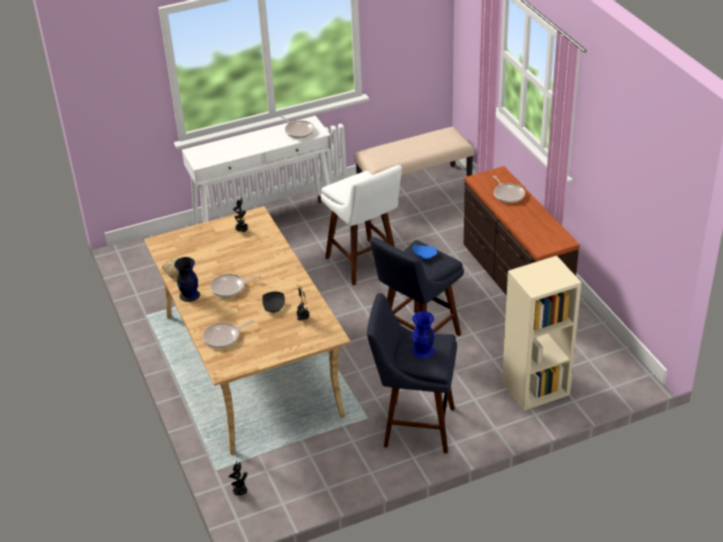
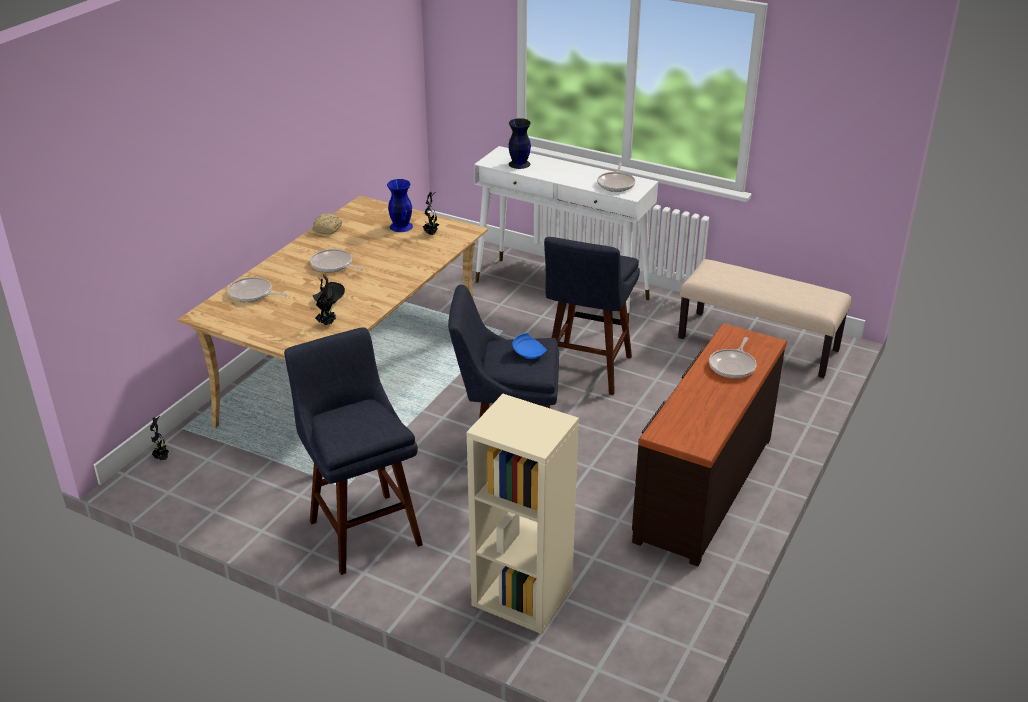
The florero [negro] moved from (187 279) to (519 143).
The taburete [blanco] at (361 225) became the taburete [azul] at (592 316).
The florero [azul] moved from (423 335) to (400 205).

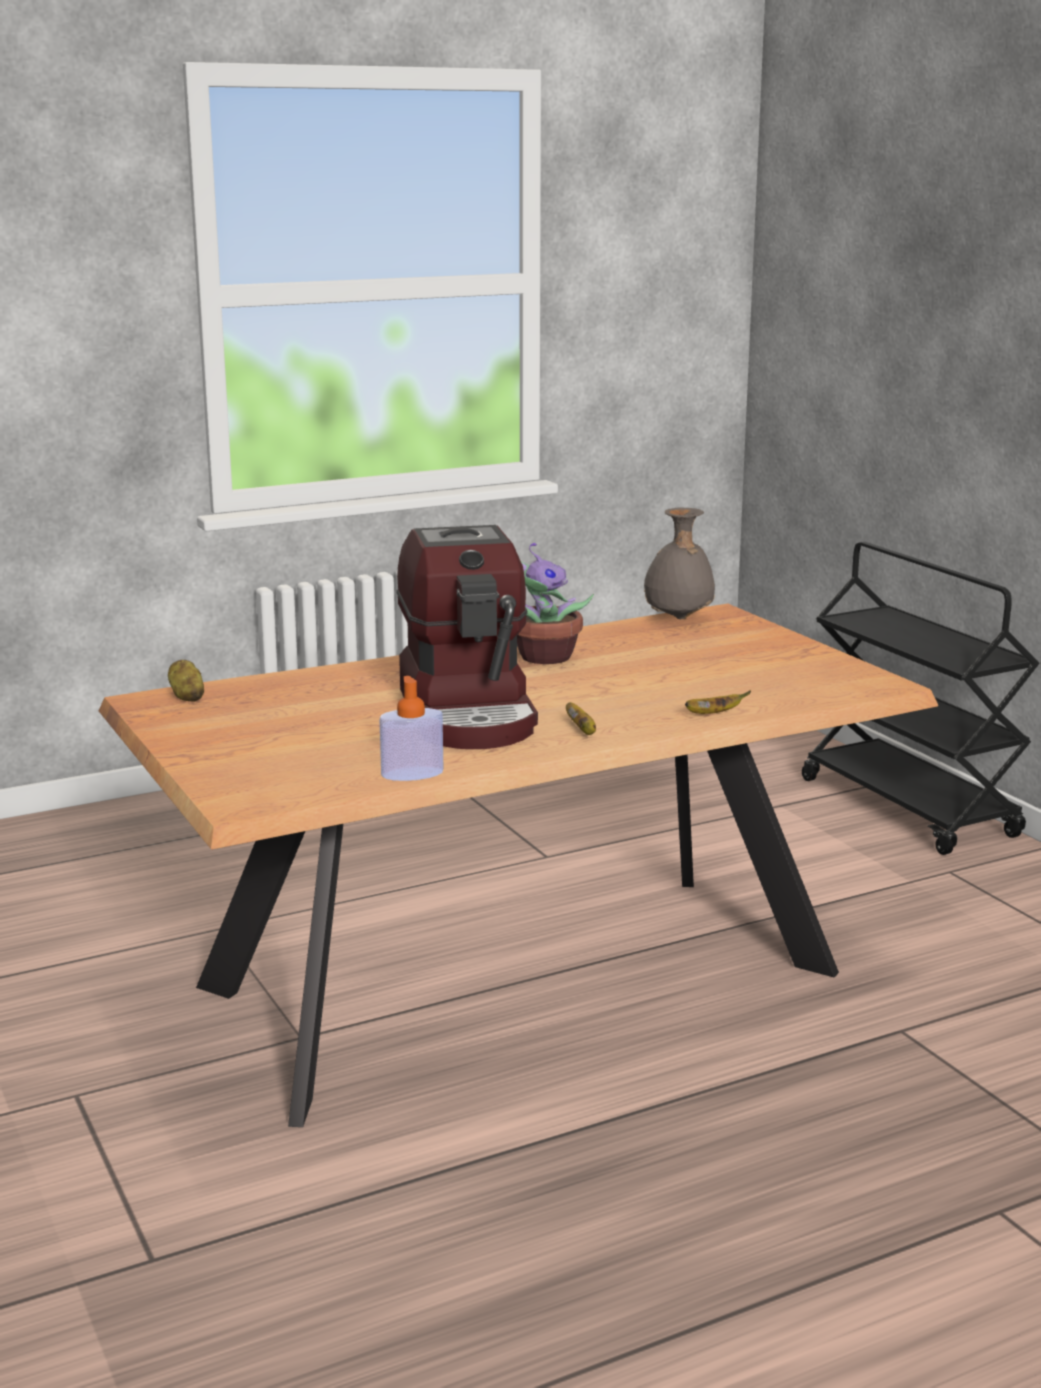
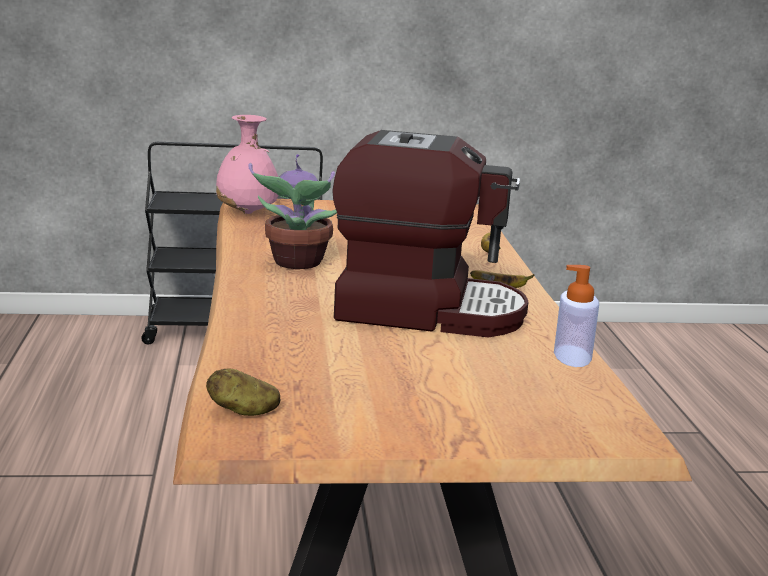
The florero [gris] at (679 563) became the florero [rosa] at (247 164).

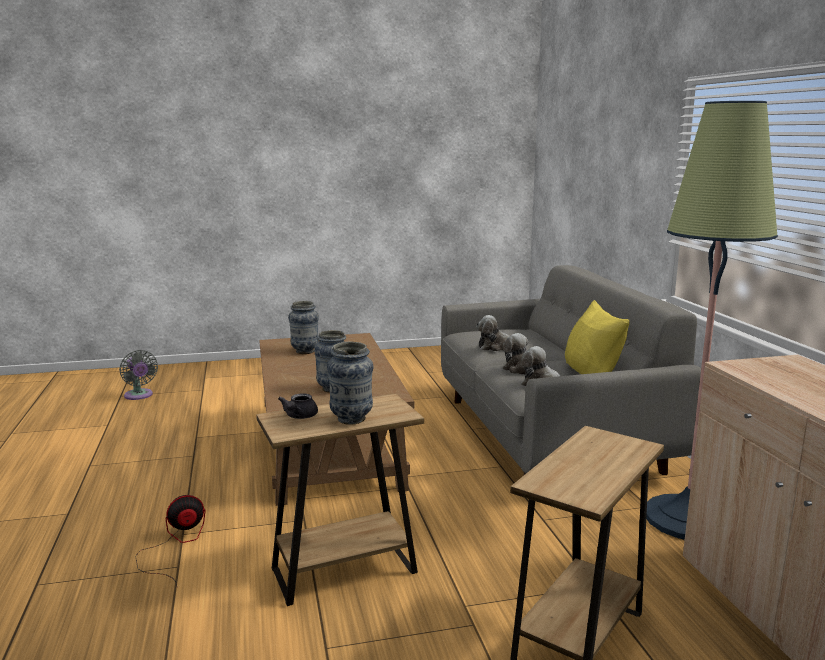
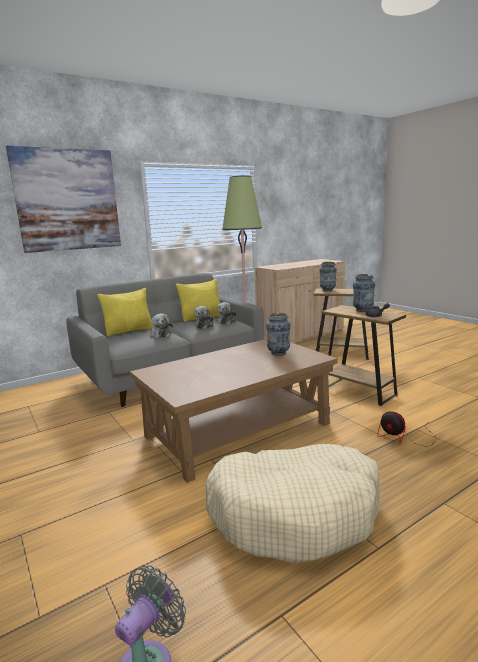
The florero moved from (303 327) to (328 277).
The cuadro at (63 199) appeared.
The cojín [amarillo] at (126 312) appeared.
The cama para perro [beis] at (292 503) appeared.

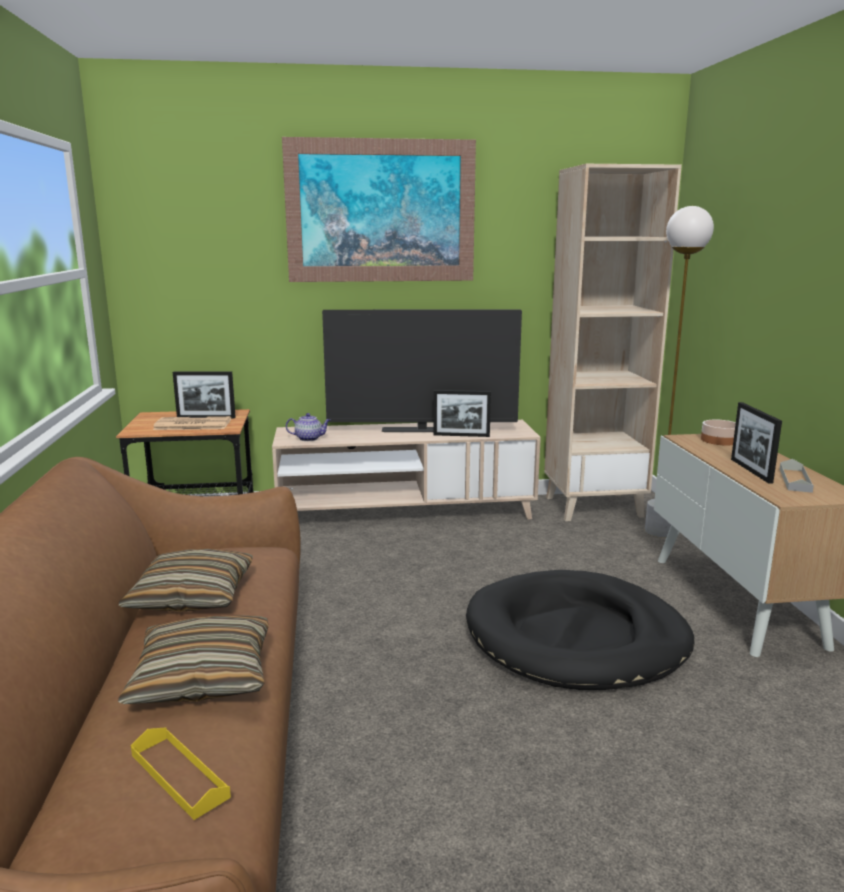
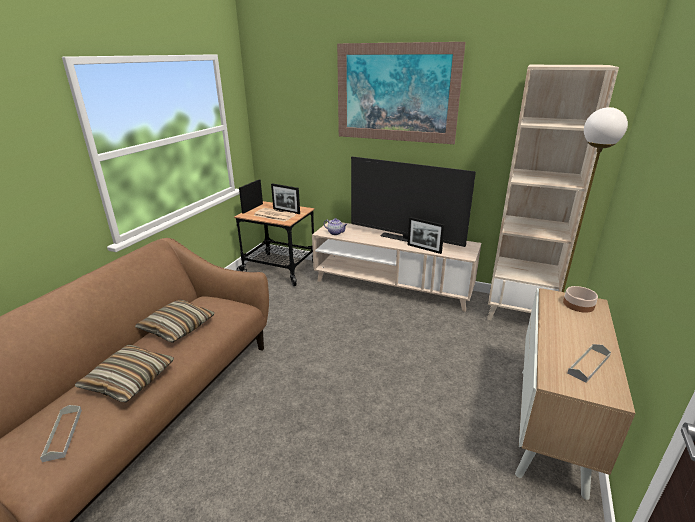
The bandeja [amarillo] at (181 773) became the bandeja [gris] at (61 433).
The cama para perro [negro] at (580 630) disappeared.
The portarretratos moved from (756 443) to (251 196).

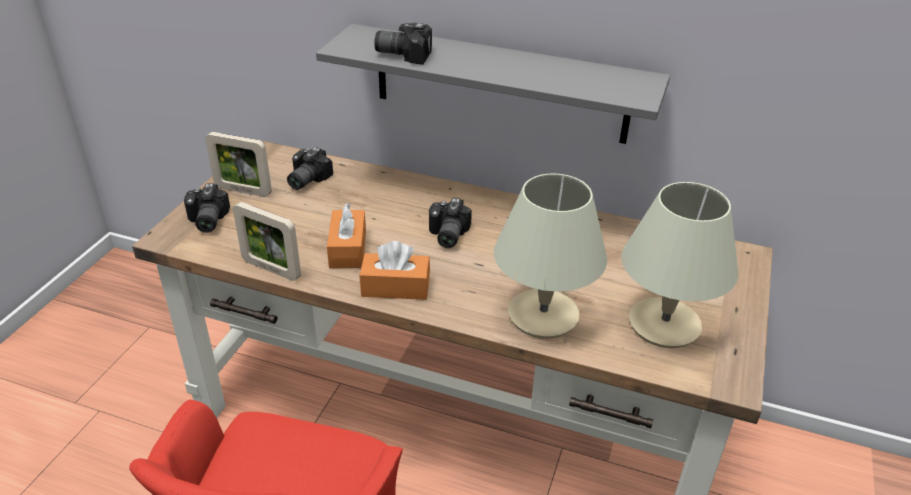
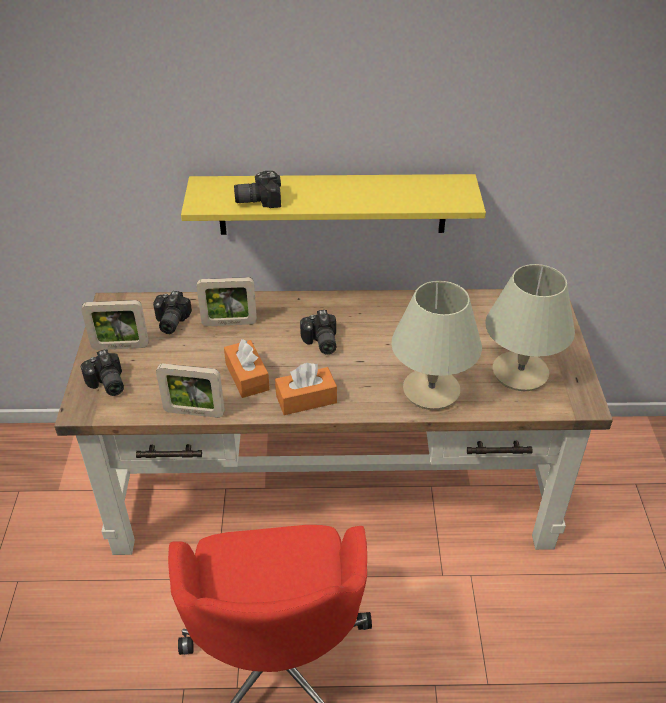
The estante [gris] at (493 84) became the estante [amarillo] at (333 204).
The portarretratos at (227 301) appeared.

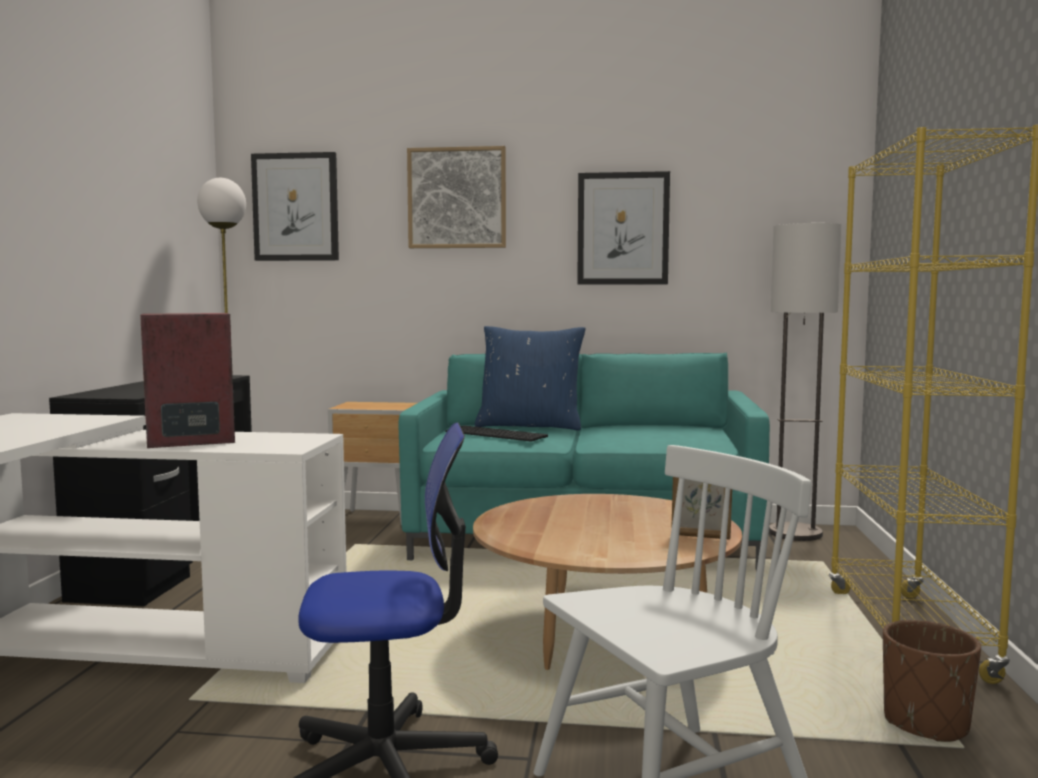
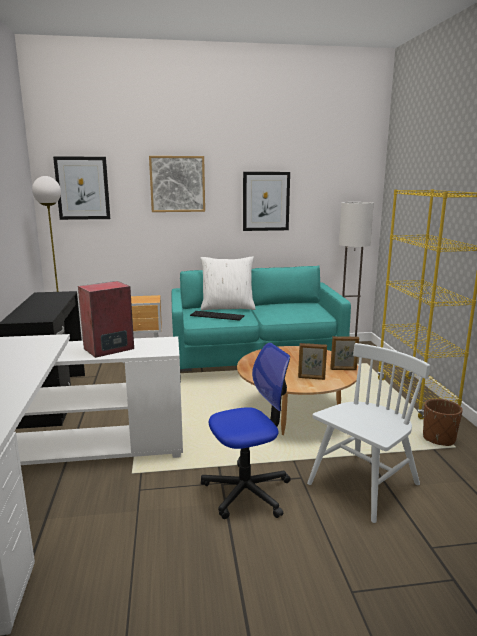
The cojín [azul] at (530 378) became the cojín [blanco] at (228 284).
The portarretratos at (312 361) appeared.

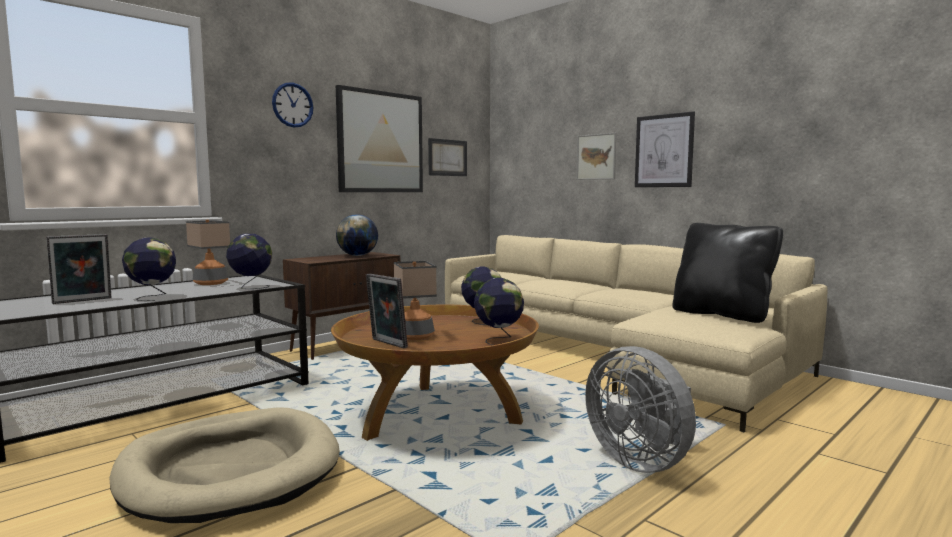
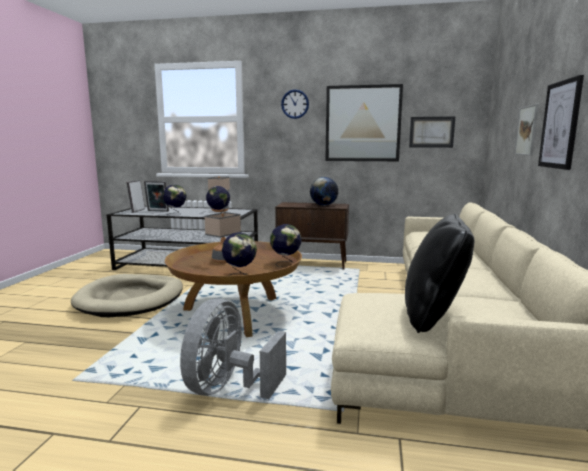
The portarretratos moved from (387 310) to (136 196).

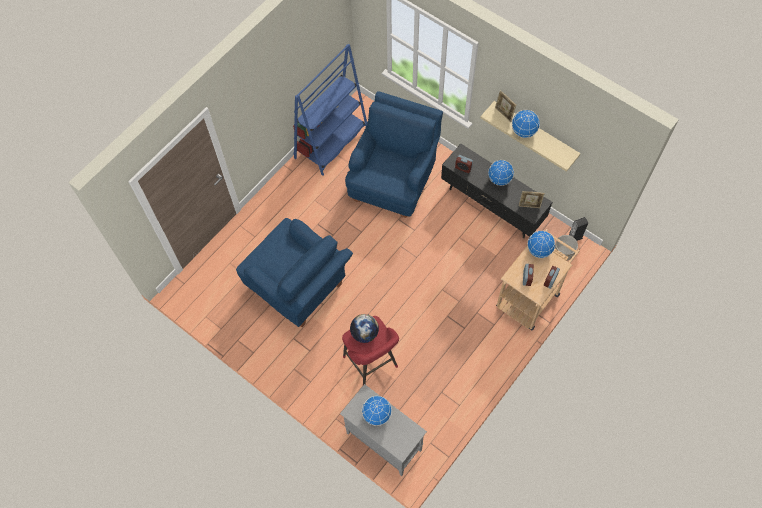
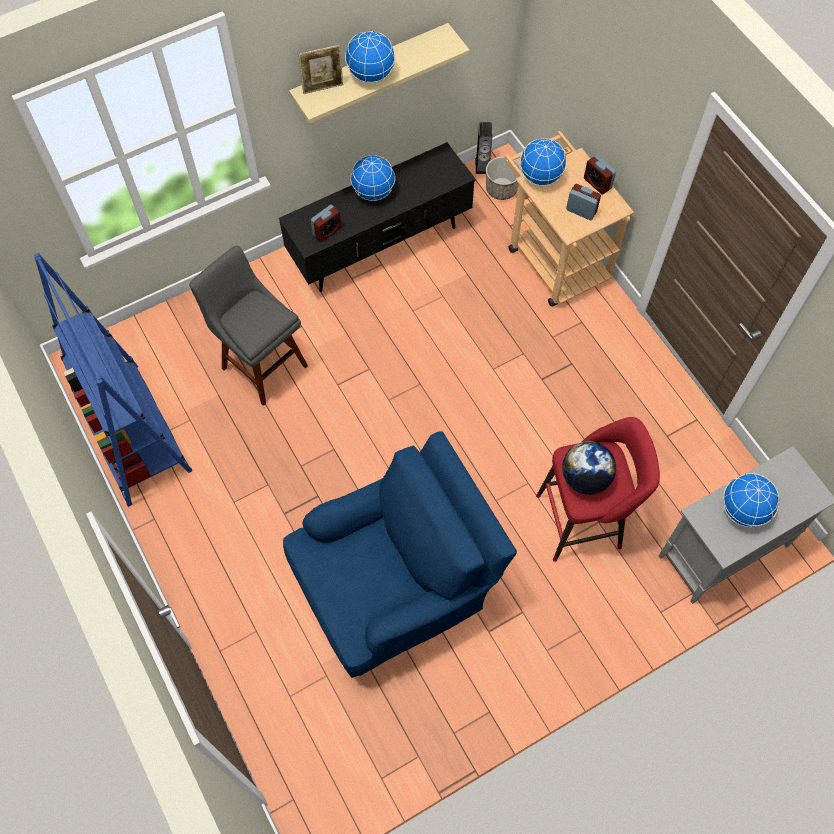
The sillón [azul] at (394 154) was replaced by the taburete [gris] at (248 325).
The portarretratos at (532 199) disappeared.

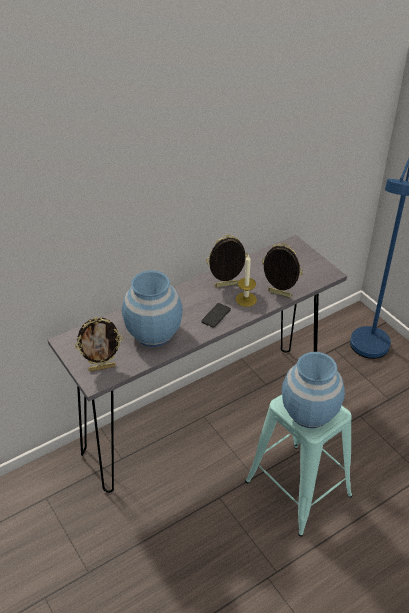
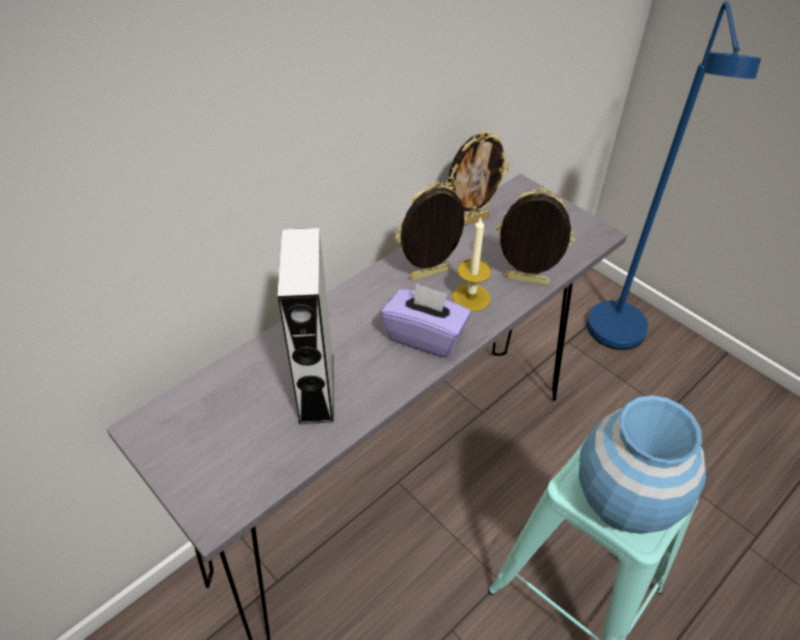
The portarretratos moved from (99 344) to (477 178).
The florero [azul] at (152 308) was replaced by the altavoz [gris] at (305 326).
The móvil at (216 315) was replaced by the caja de pañuelos [morado] at (426 320).

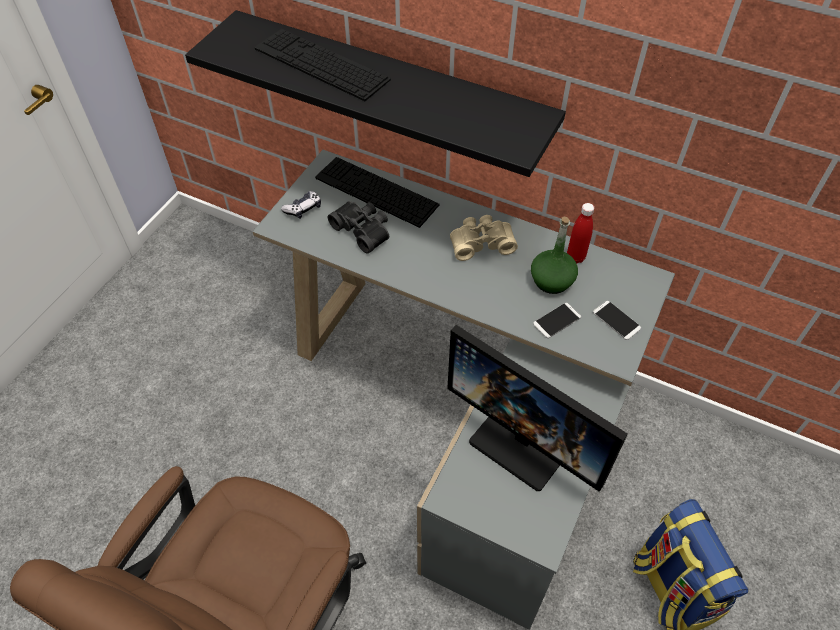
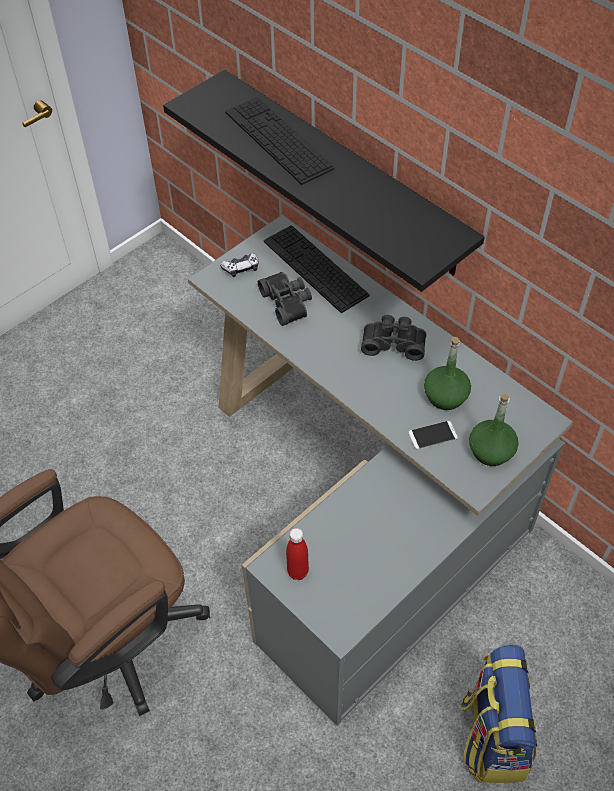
The monitor at (537 408) disappeared.
The prismáticos [beis] at (484 238) became the prismáticos [negro] at (393 338).
The botella [rojo] moved from (580 233) to (297 554).
The móvil at (617 320) was replaced by the botella [verde] at (494 430).

